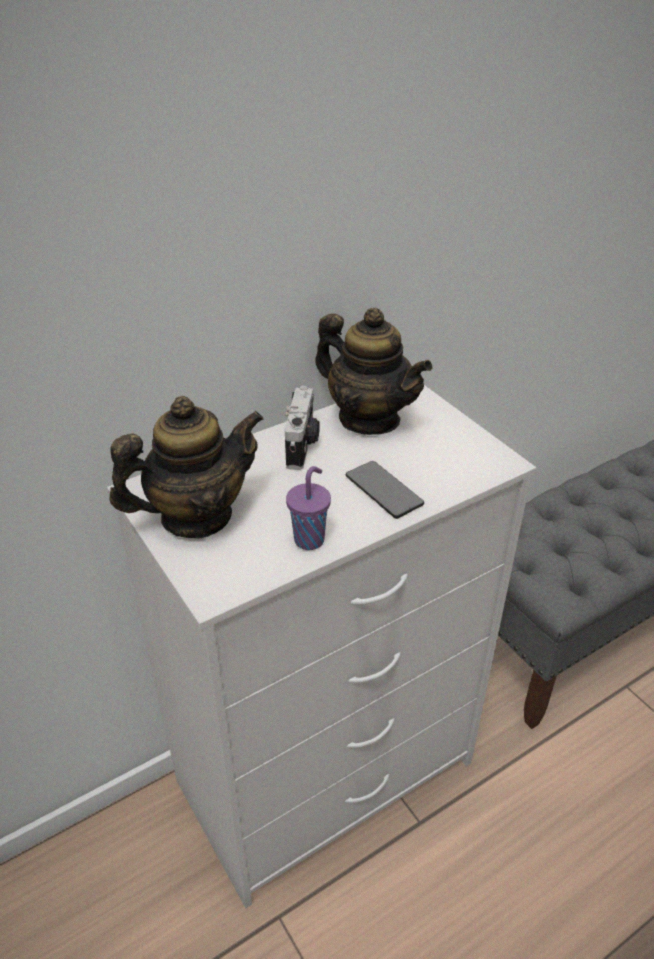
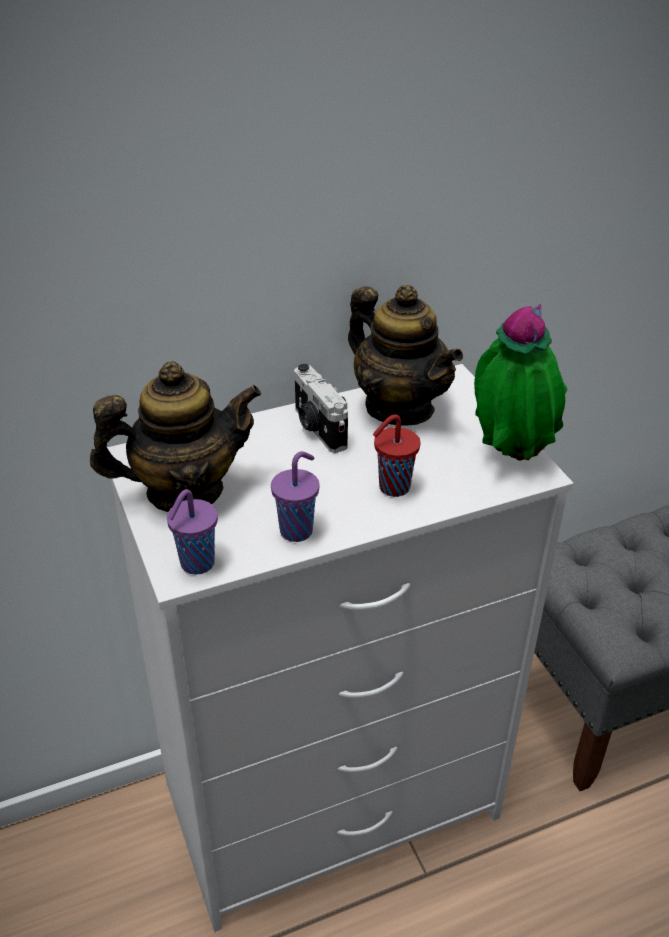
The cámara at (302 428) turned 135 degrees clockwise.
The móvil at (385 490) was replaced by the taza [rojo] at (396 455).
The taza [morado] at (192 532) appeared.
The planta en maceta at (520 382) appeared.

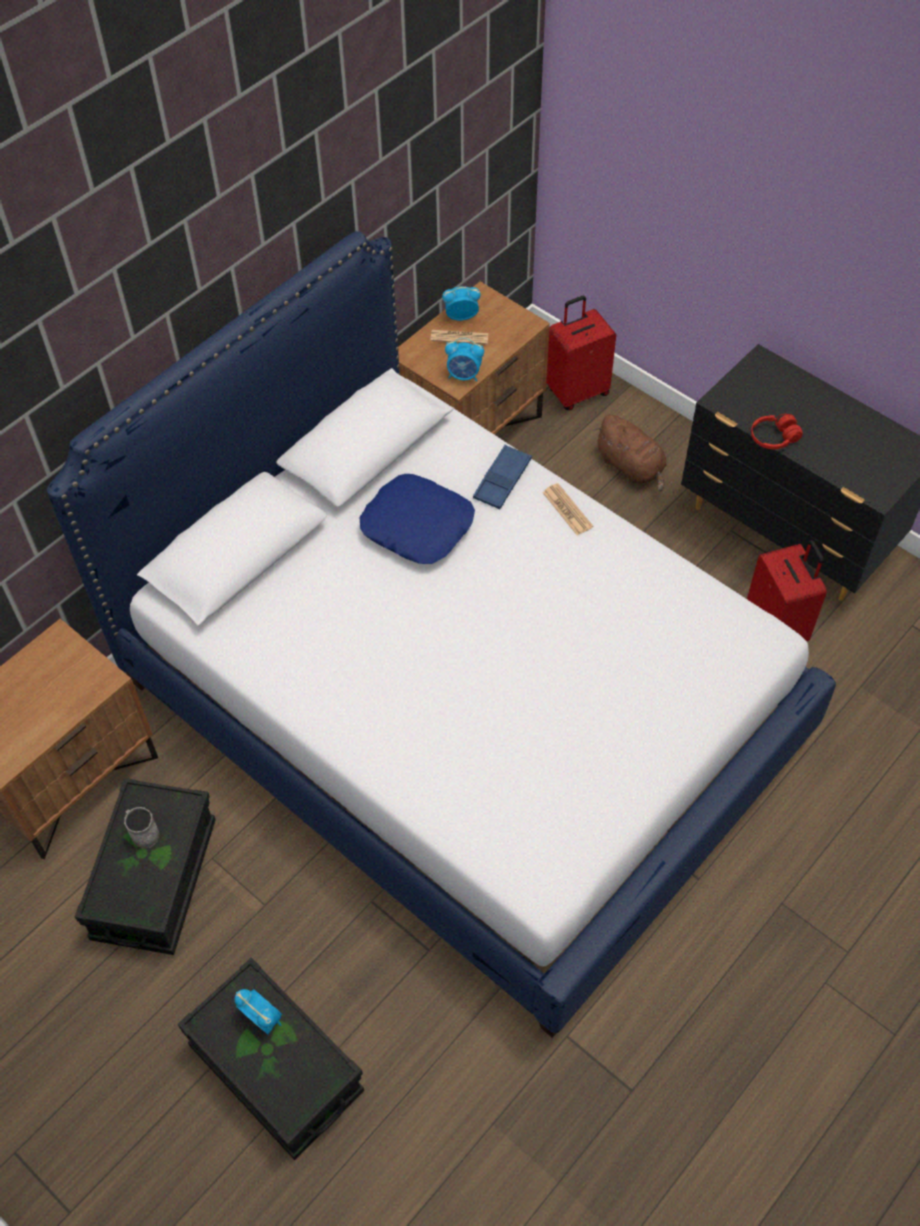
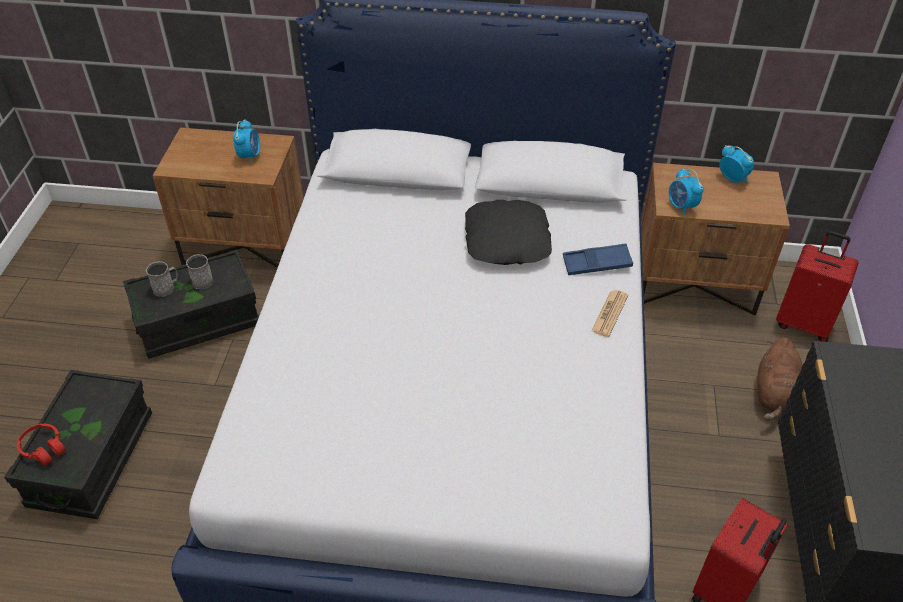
The despertador moved from (258 1011) to (246 141).
The cojín [azul] at (417 519) became the cojín [negro] at (508 232).
The periódico at (459 337) disappeared.
The auriculares [rojo] moved from (777 431) to (41 445).
The taza grande [gris] at (162 279) appeared.

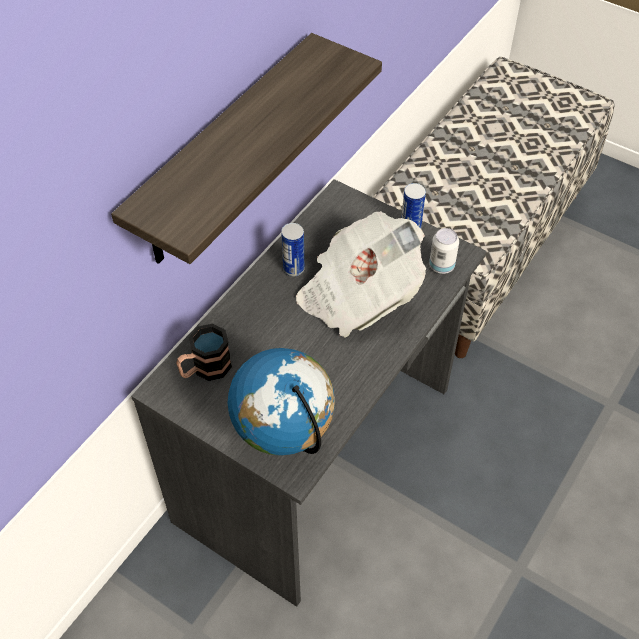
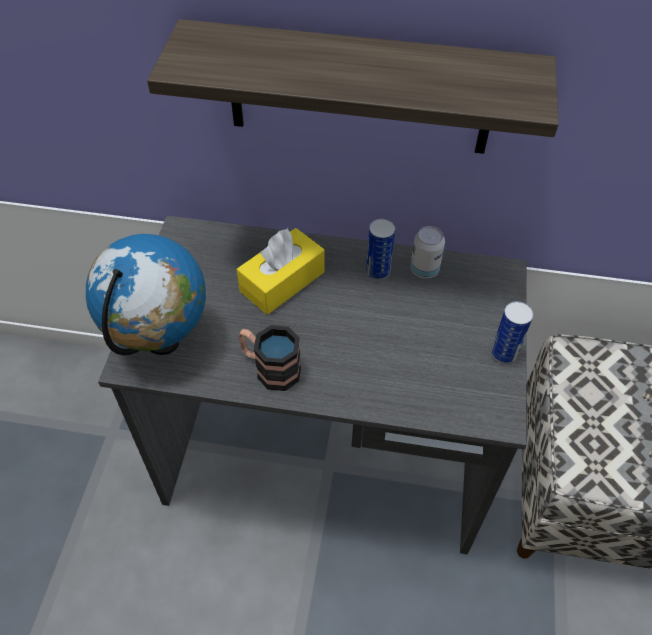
The taza grande moved from (204 352) to (270 358).
The periódico at (361 274) disappeared.
The lata moved from (444 251) to (427 252).
The caja de pañuelos [amarillo] at (281 271) appeared.

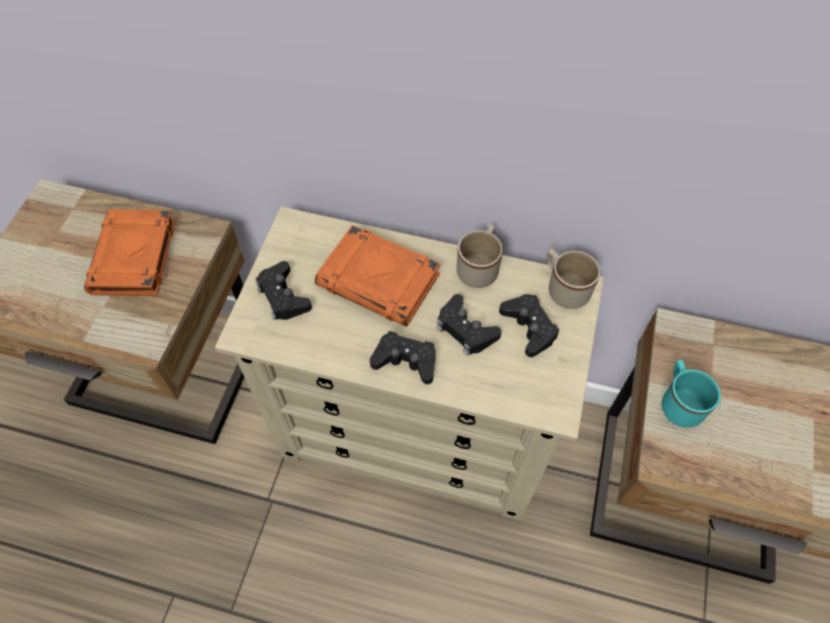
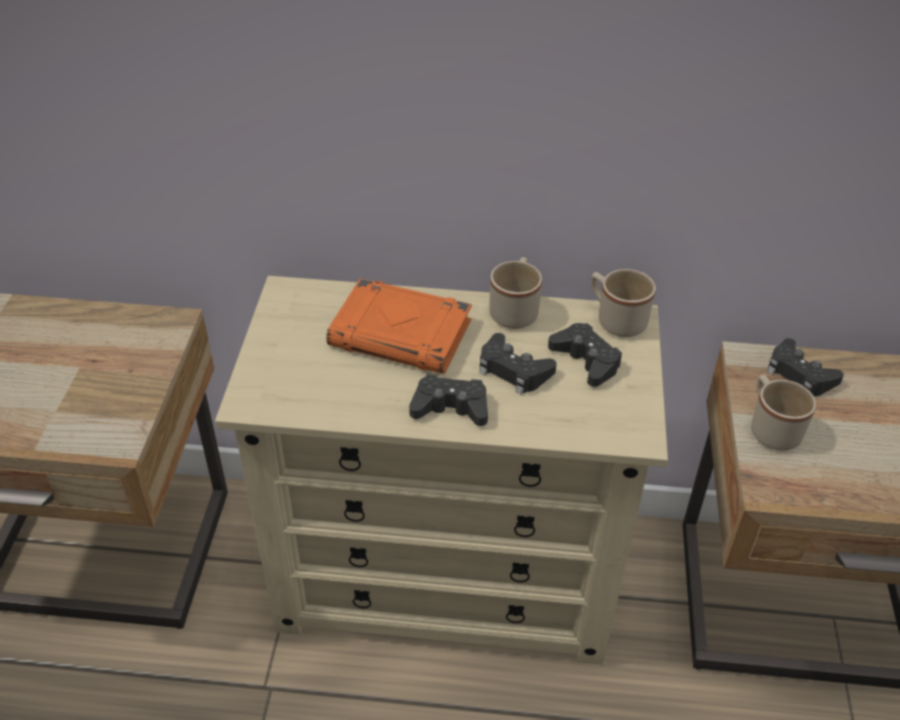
The libro [naranja] at (129 252) disappeared.
The mando de consola [negro] moved from (284 290) to (805 367).
The taza grande [turquesa] at (691 394) became the taza grande [beis] at (783 413).

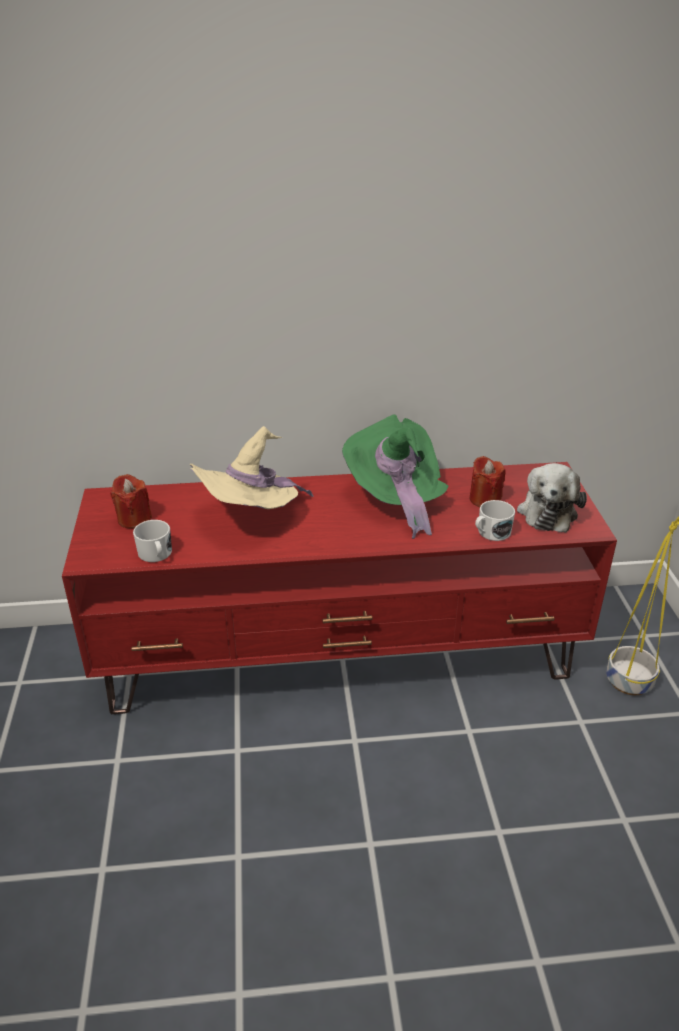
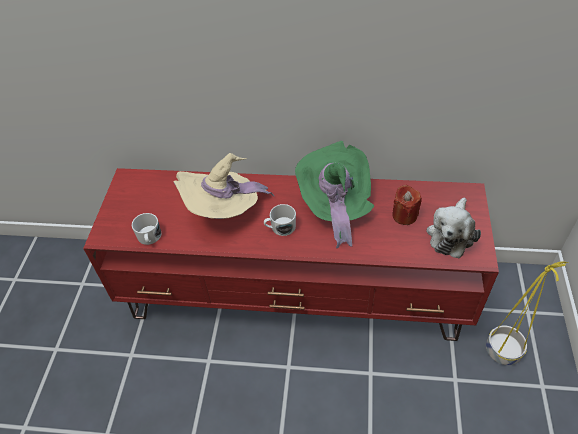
The vela [rojo] at (131 501) disappeared.
The taza grande [blanco] moved from (495 520) to (280 220).

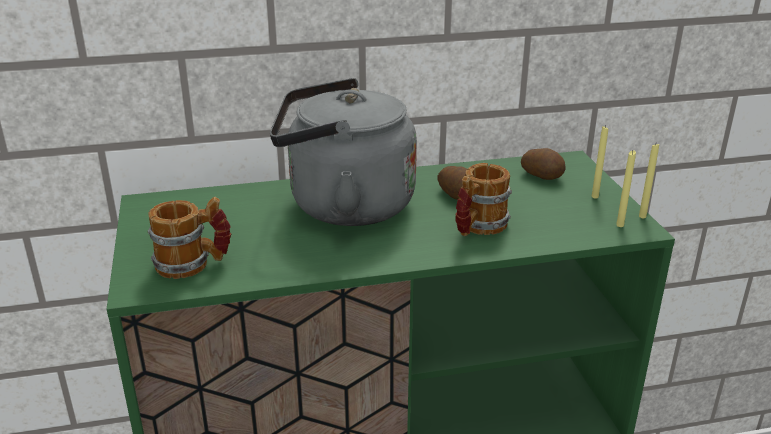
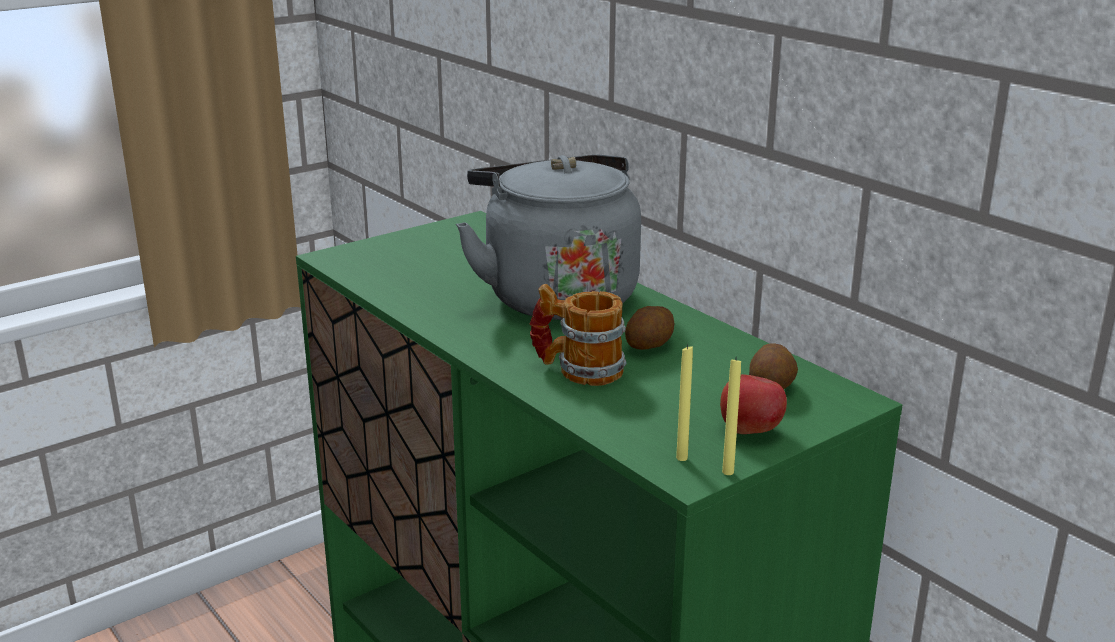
The taza grande at (189 238) disappeared.
The vela [amarillo] at (599 162) was replaced by the manzana at (753 404).

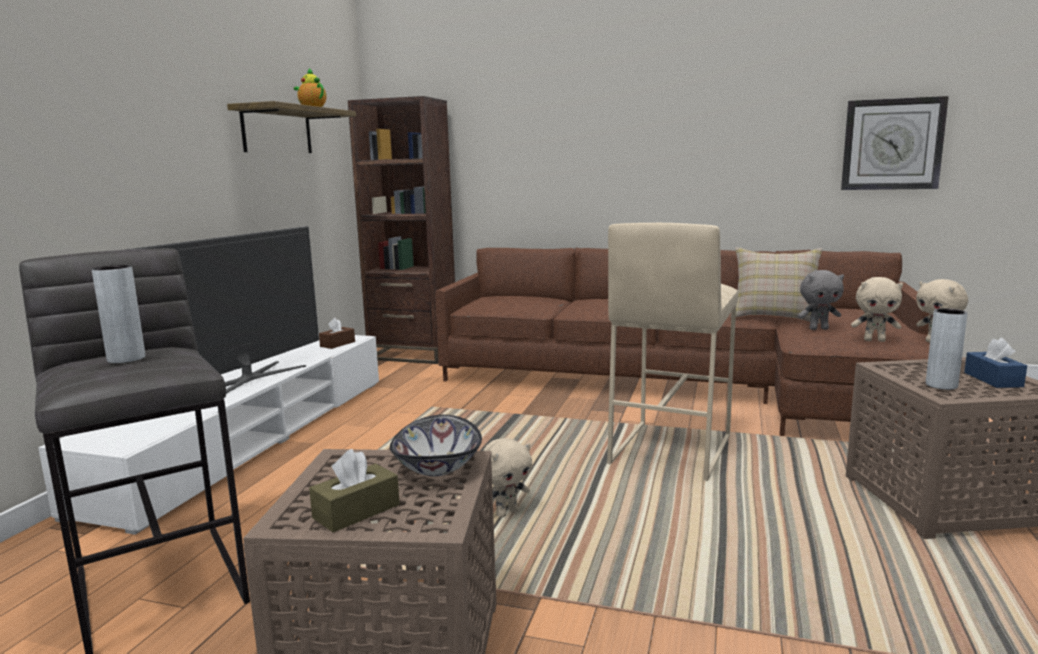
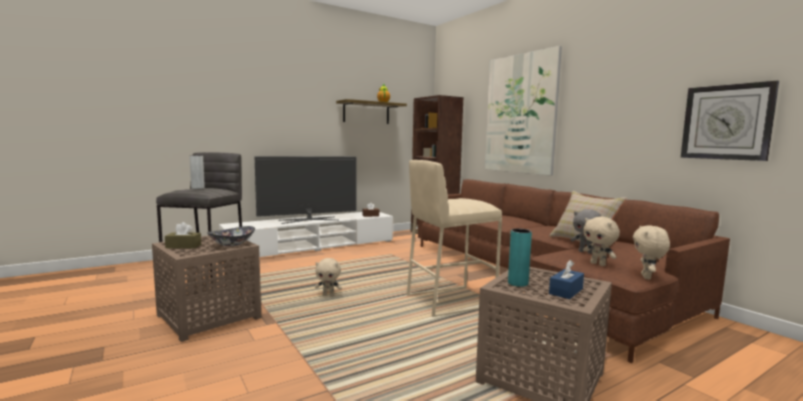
The florero [gris] at (946 349) became the florero [turquesa] at (520 257).
The cuadro at (523 111) appeared.

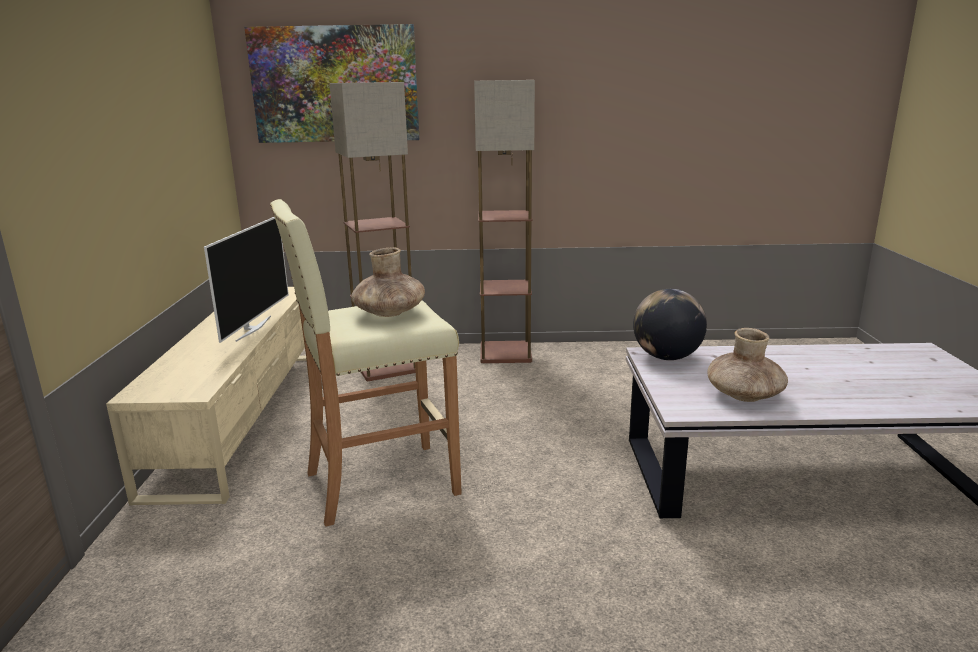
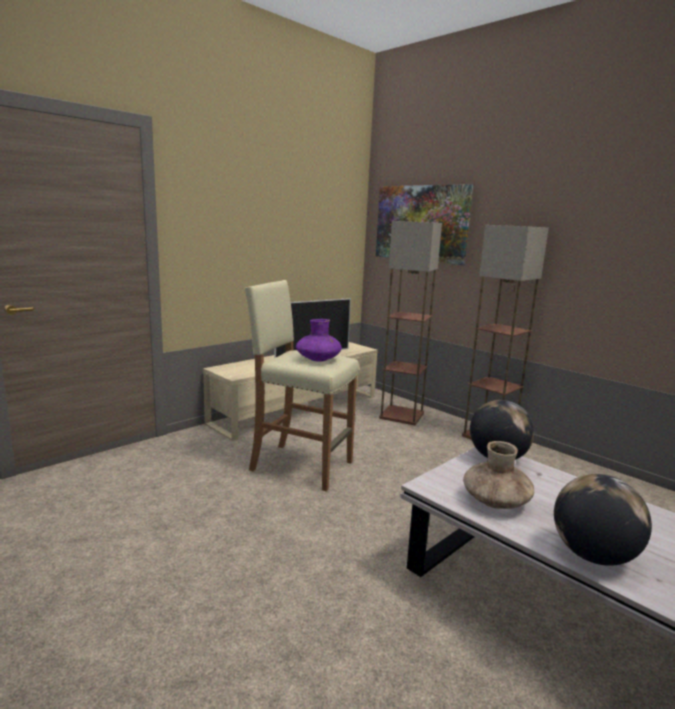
The florero [marrón] at (388 282) became the florero [morado] at (319 340).
The globo terráqueo at (603 520) appeared.

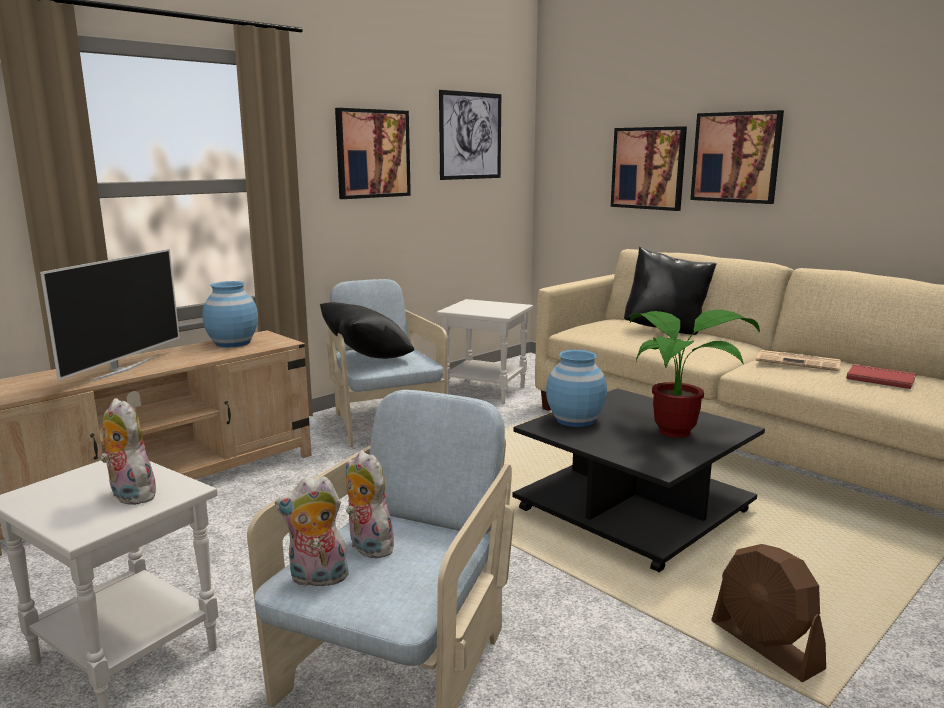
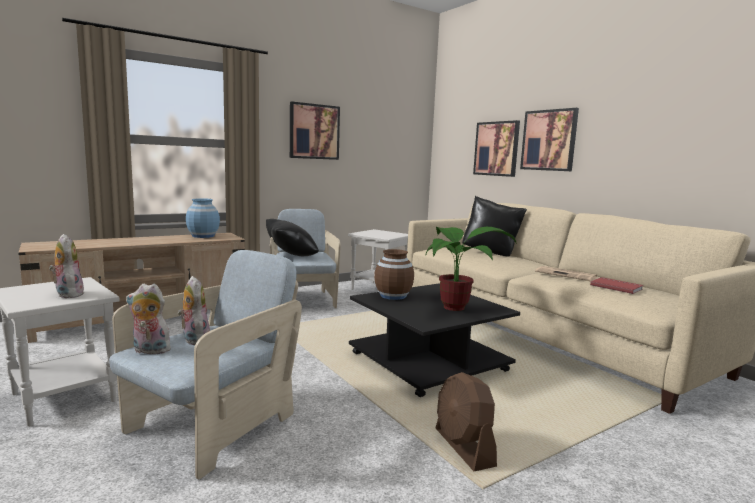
The televisor at (110 315) disappeared.
The cuadro at (470 135) disappeared.
The florero [azul] at (576 388) became the florero [marrón] at (394 274).

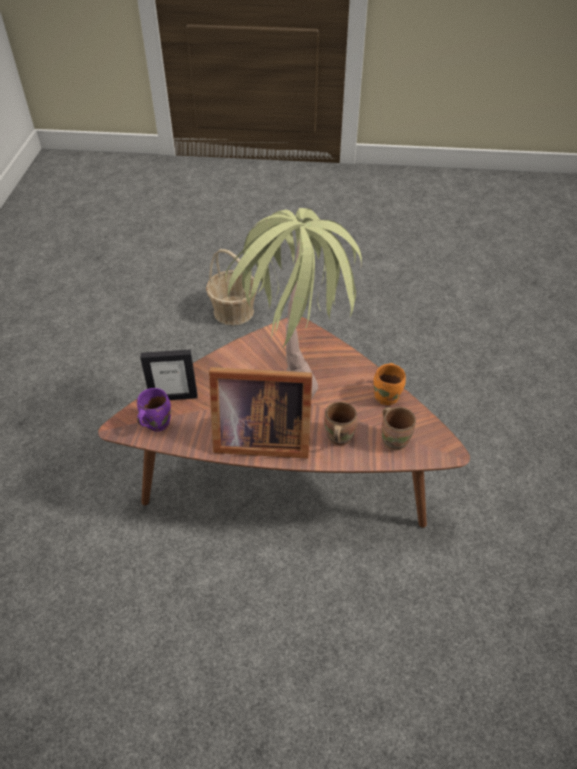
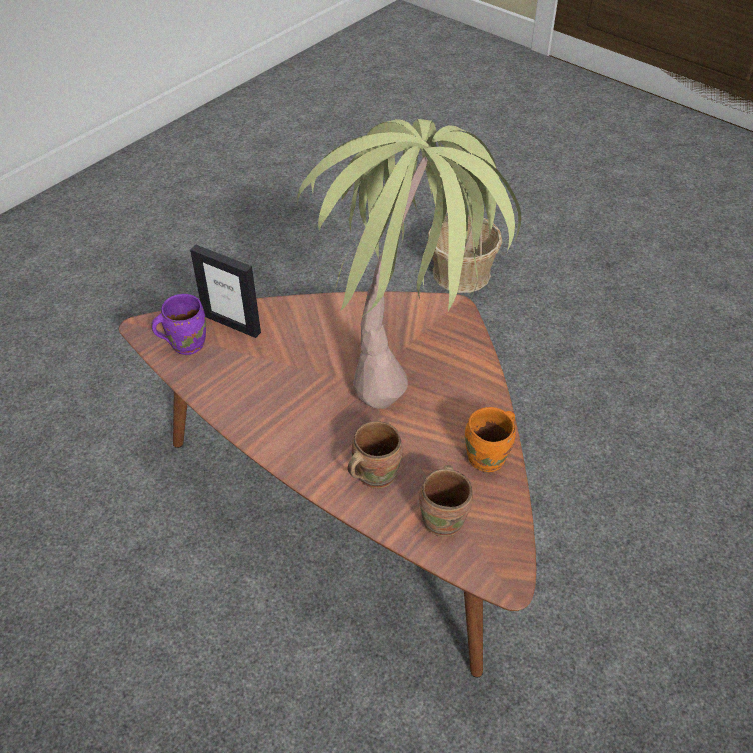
The portarretratos at (260 413) disappeared.

